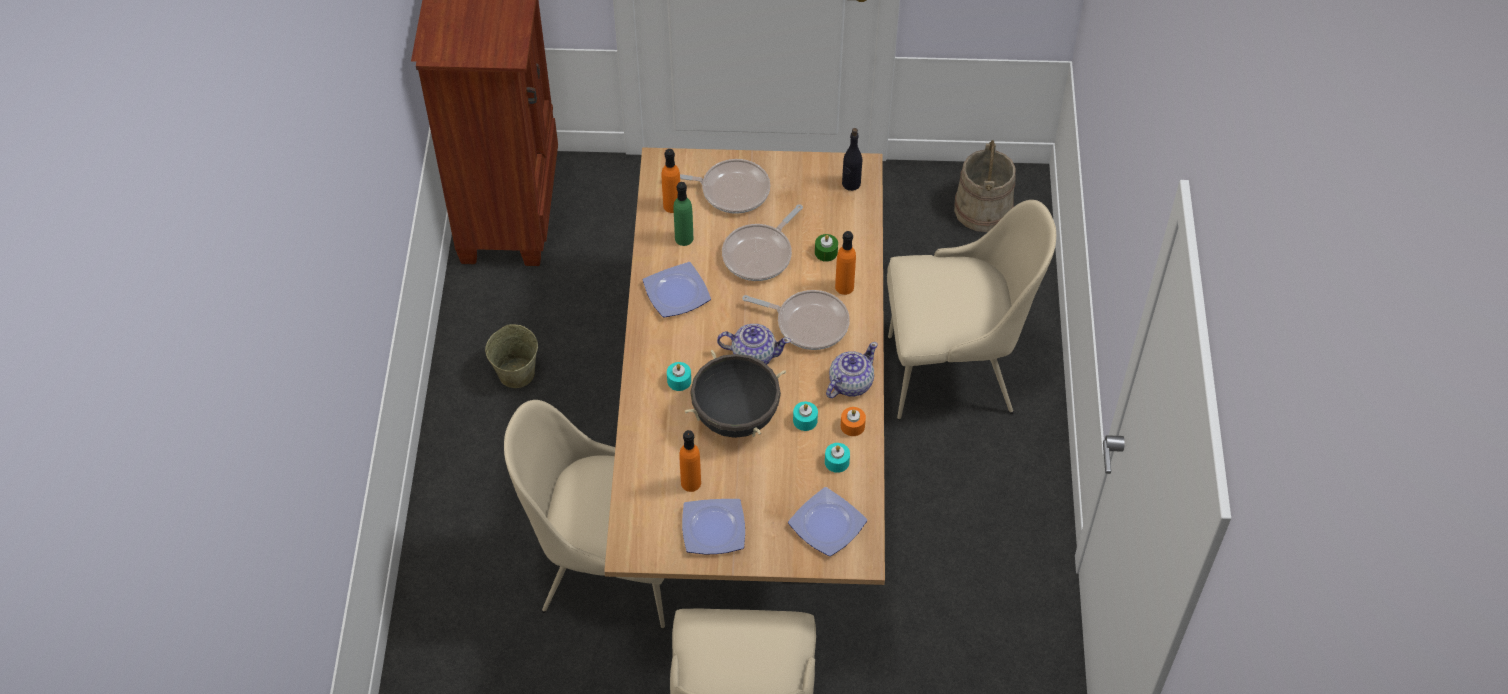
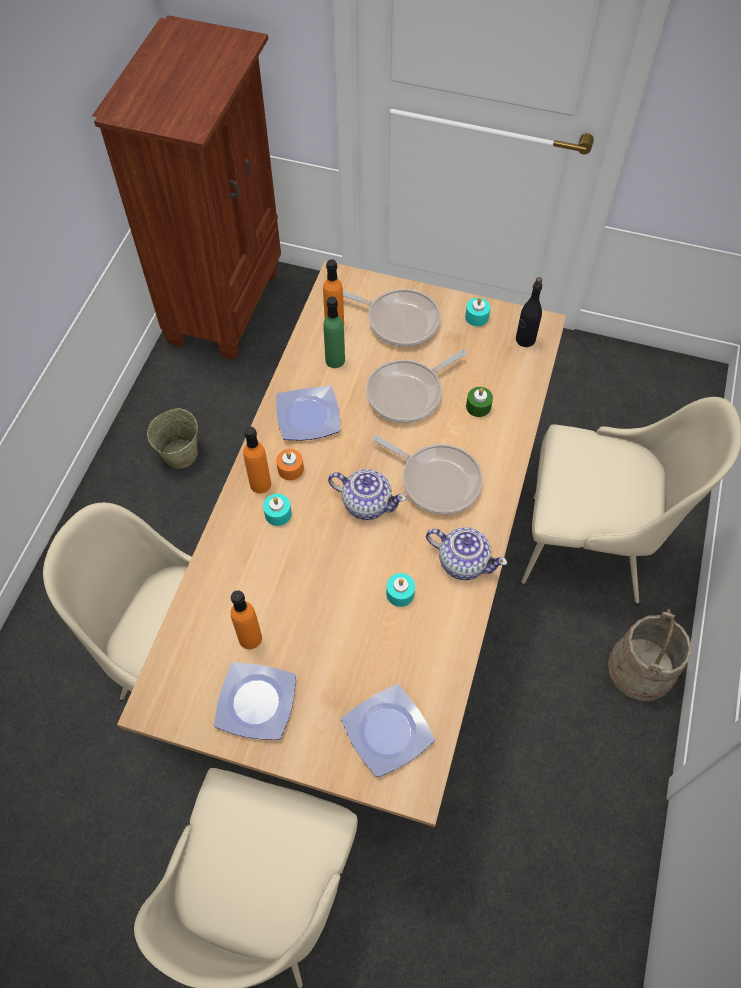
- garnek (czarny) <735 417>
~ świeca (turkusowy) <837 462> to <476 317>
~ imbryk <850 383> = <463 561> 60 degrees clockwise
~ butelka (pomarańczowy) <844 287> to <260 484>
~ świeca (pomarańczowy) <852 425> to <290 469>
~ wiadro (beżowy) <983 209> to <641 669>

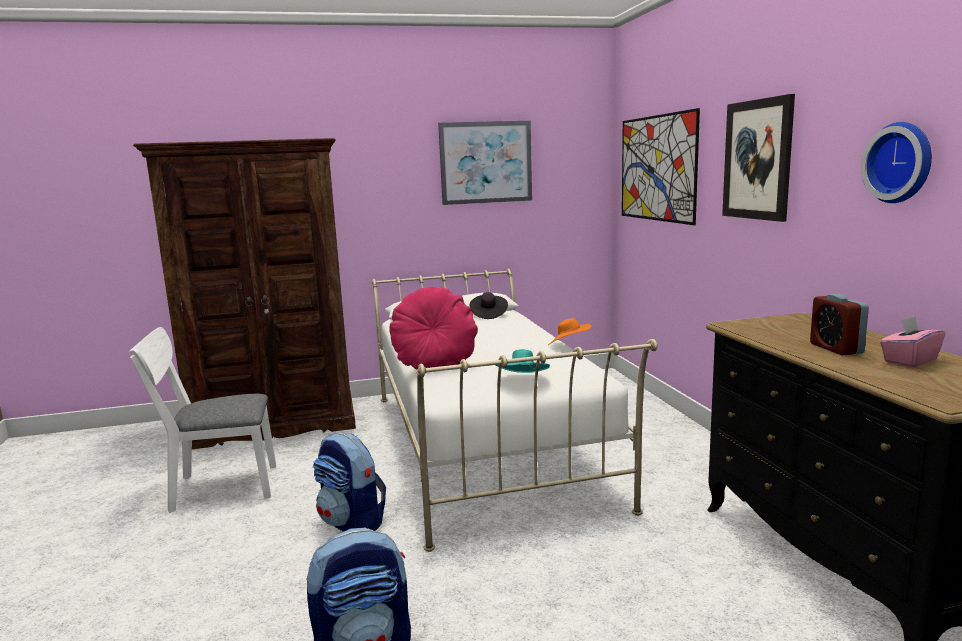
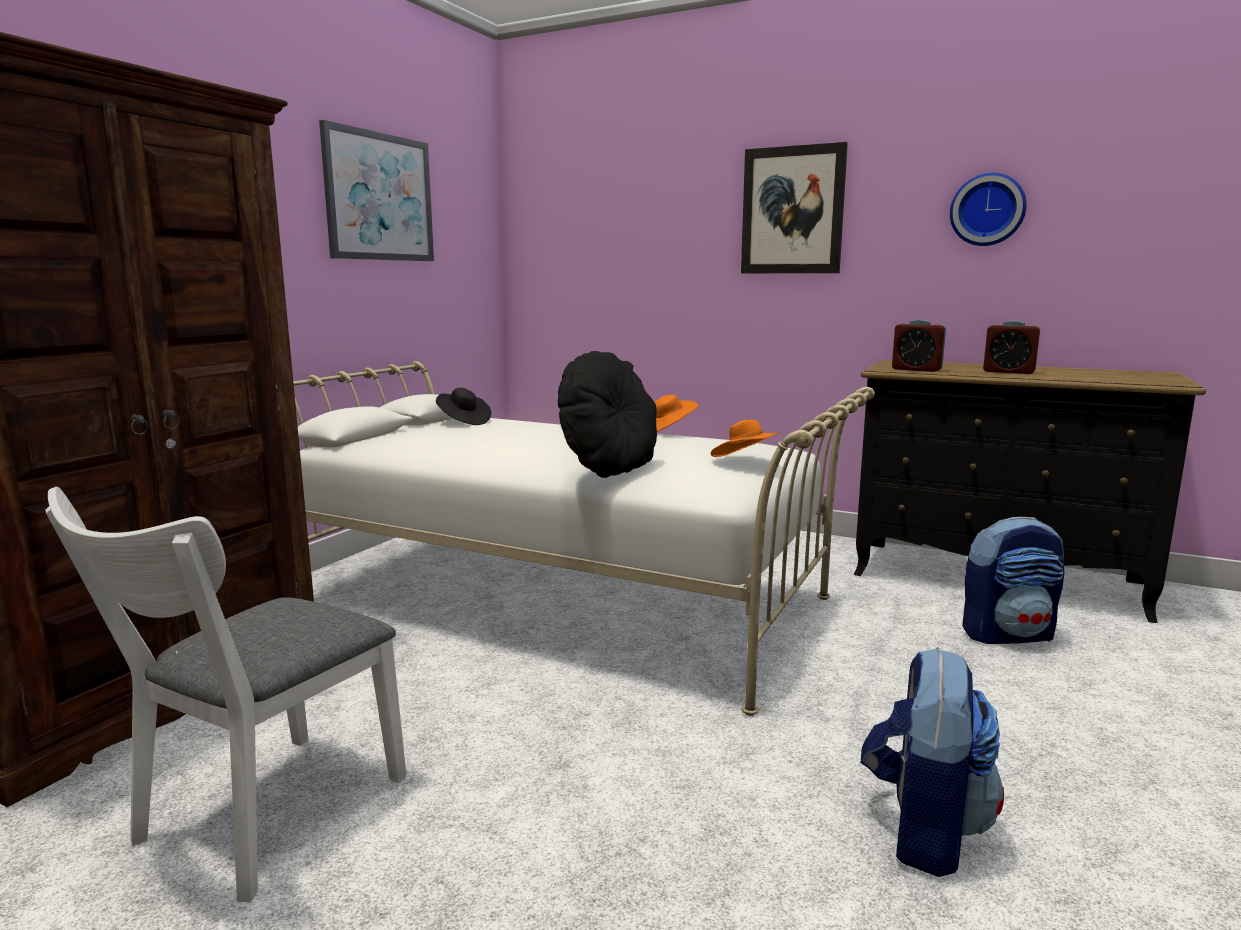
~ plecak <352 524> to <1008 634>
~ poduszka (różowy) <435 366> to poduszka (czarny) <609 471>
~ kapelusz (turkusowy) <522 380> to kapelusz (pomarańczowy) <745 461>
- obraz <656 168>
- pudełko chusteczek (różowy) <909 361>
+ budzik <916 369>

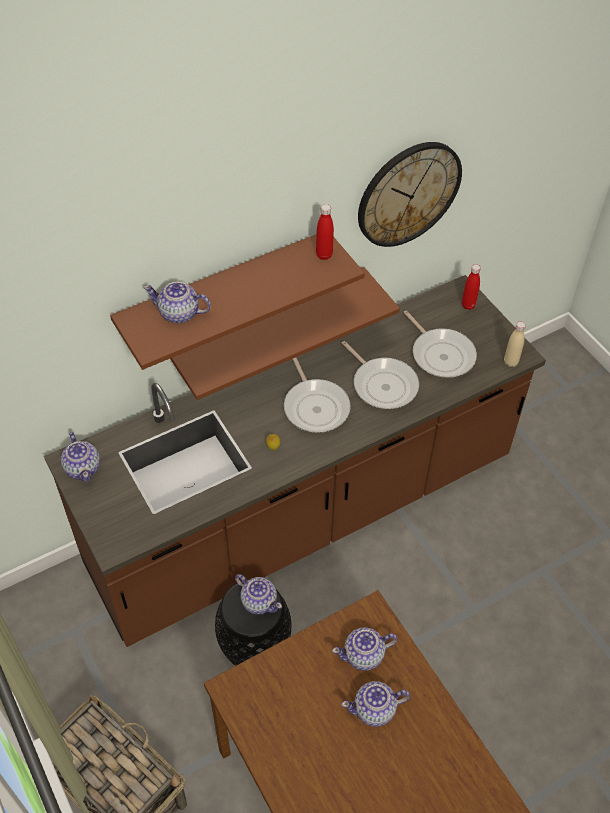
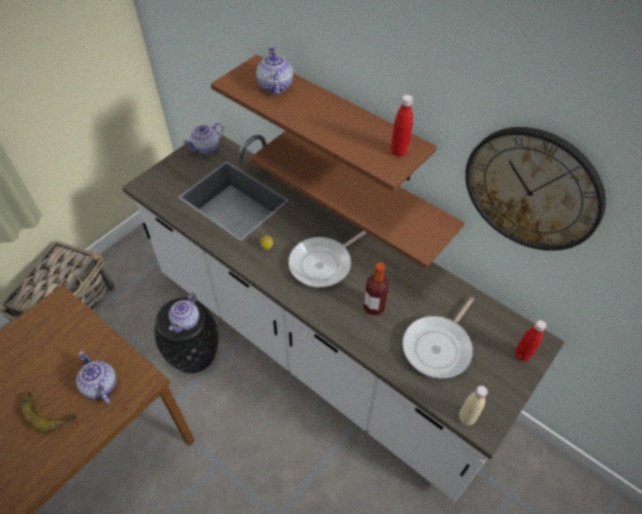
~ zabudowa kuchenna (brązowy) <303 514> to zabudowa kuchenna (biały) <320 348>
~ imbryk <375 710> to banan <49 409>
~ patelnia <382 384> to butelka <374 307>

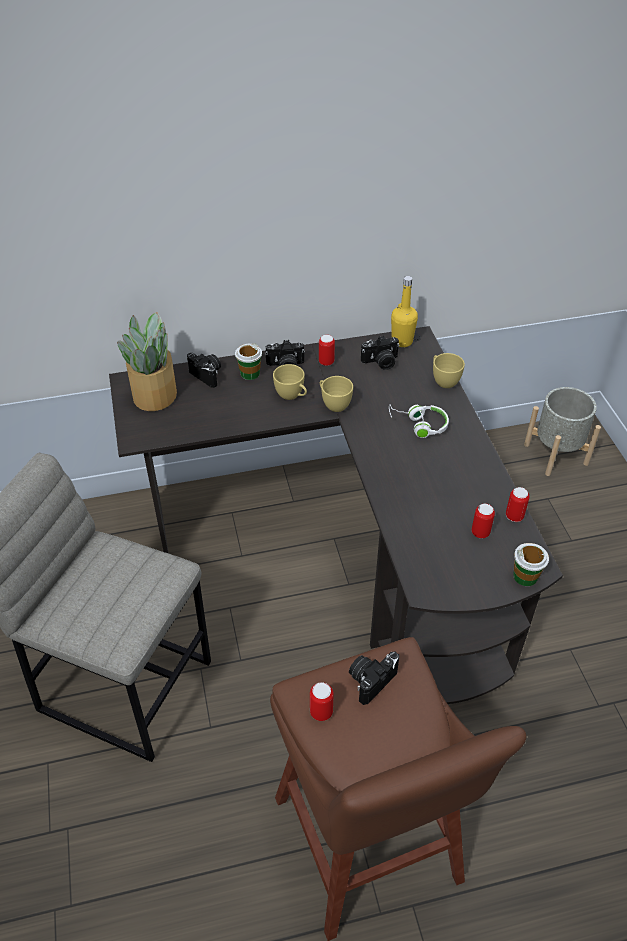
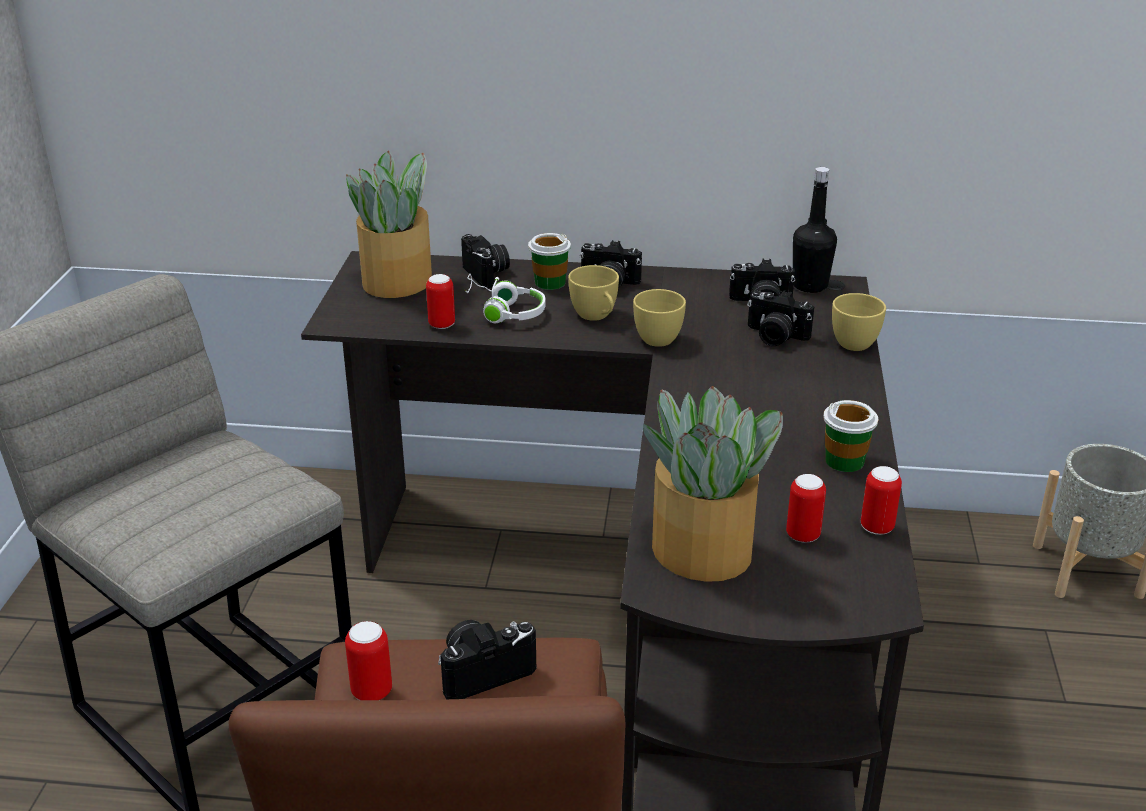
~ puszka <326 362> to <442 325>
~ słuchawki (biały) <419 425> to <504 311>
~ butelka (żółty) <402 341> to butelka (czarny) <810 285>
~ filiżanka <525 576> to <845 461>
+ roślina doniczkowa <703 552>
+ aparat fotograficzny <775 337>

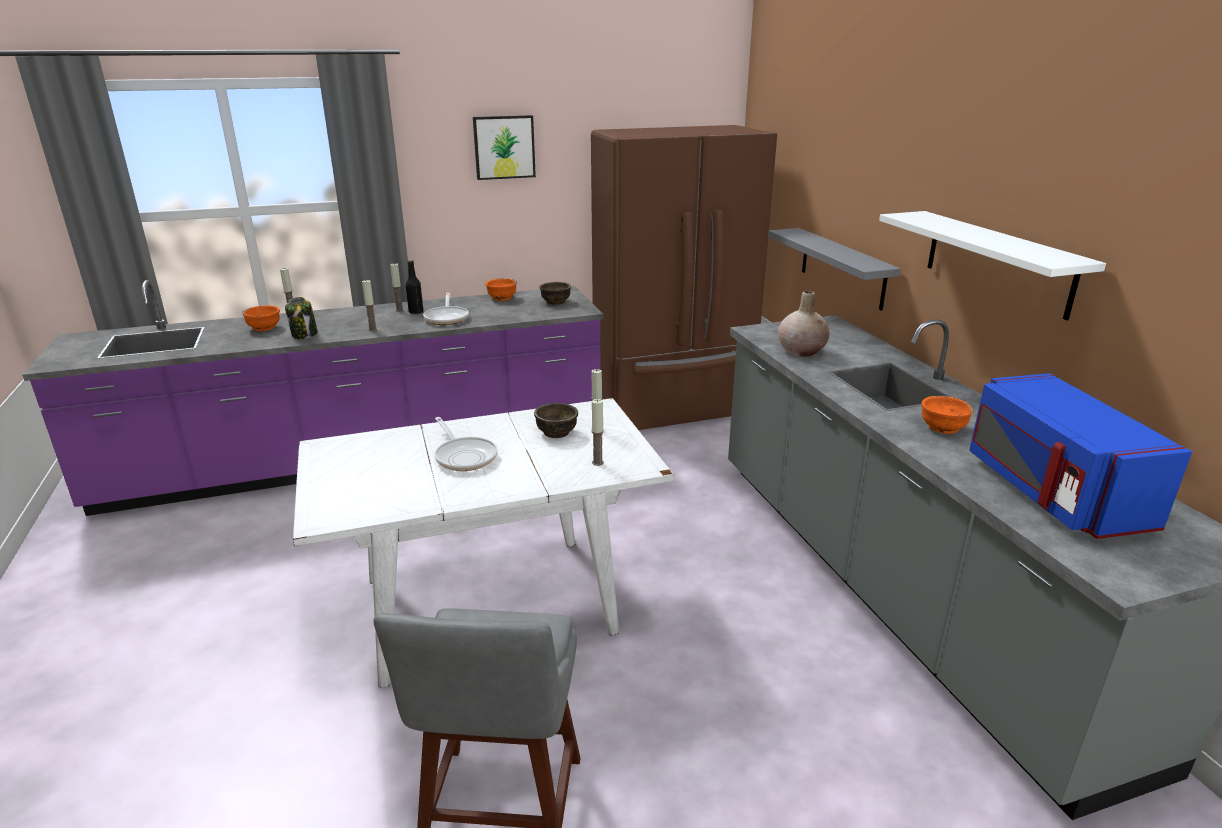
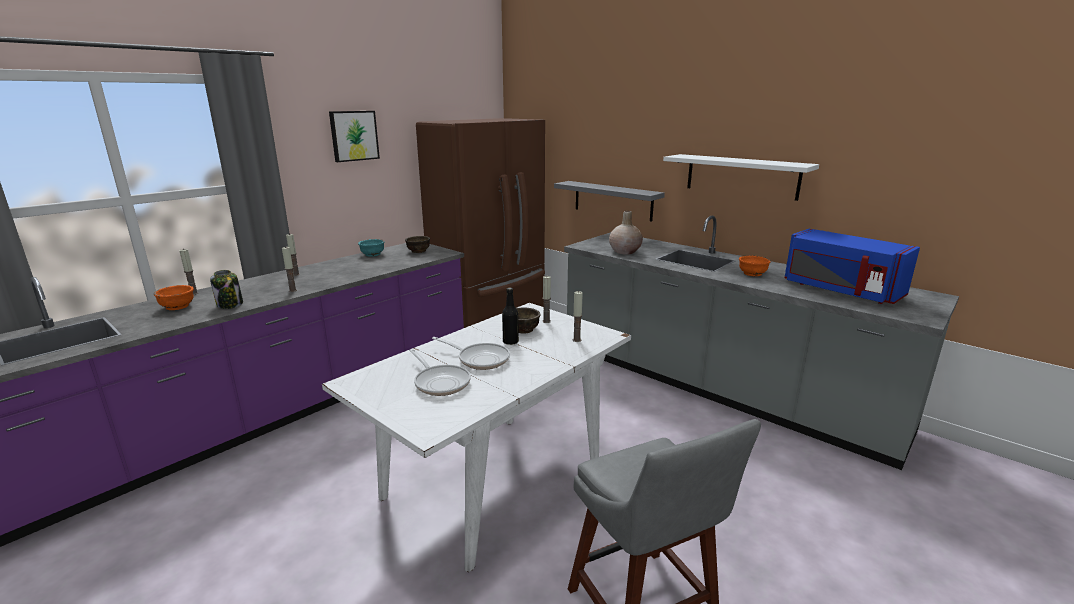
~ butelka (czarny) <416 312> to <510 342>
~ patelnia <447 318> to <440 382>
~ miska (pomarańczowy) <502 298> to miska (turkusowy) <373 254>

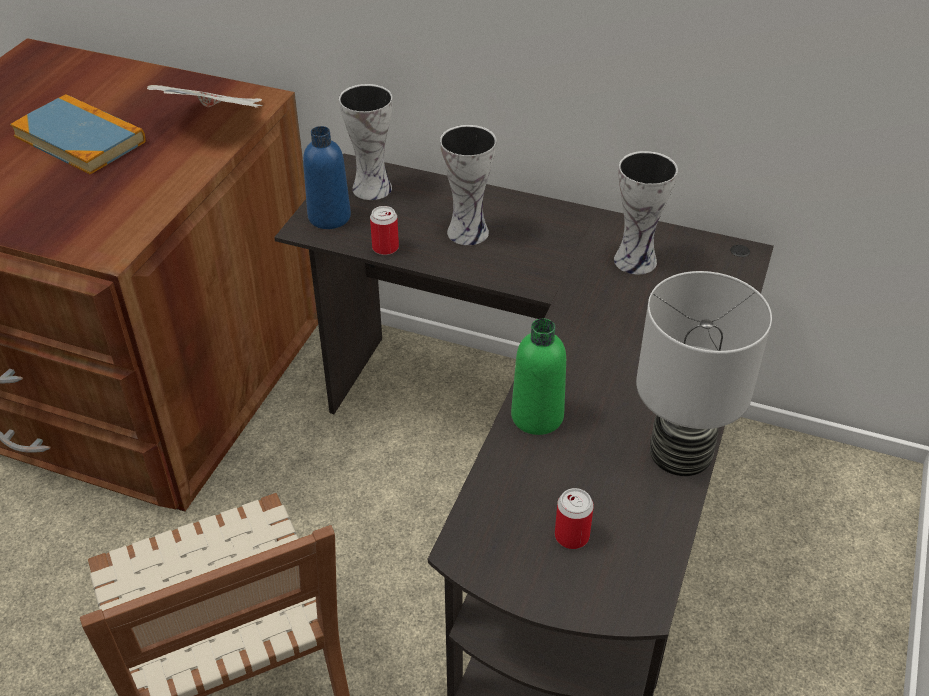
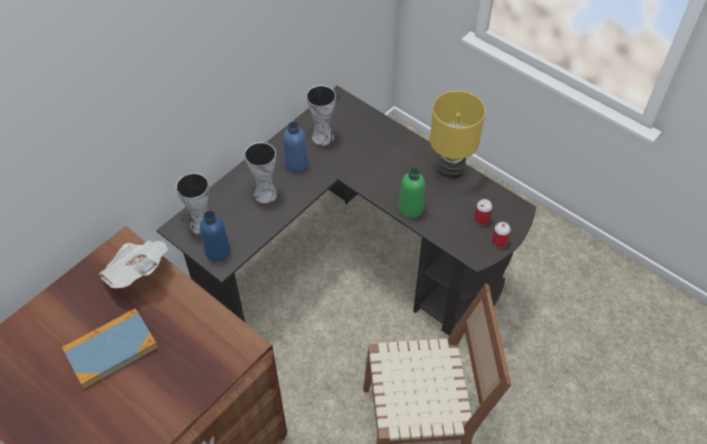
~ puszka <385 248> to <499 242>
~ lampa stołowa (szary) <680 453> to lampa stołowa (żółty) <450 168>
+ butelka (niebieski) <296 164>

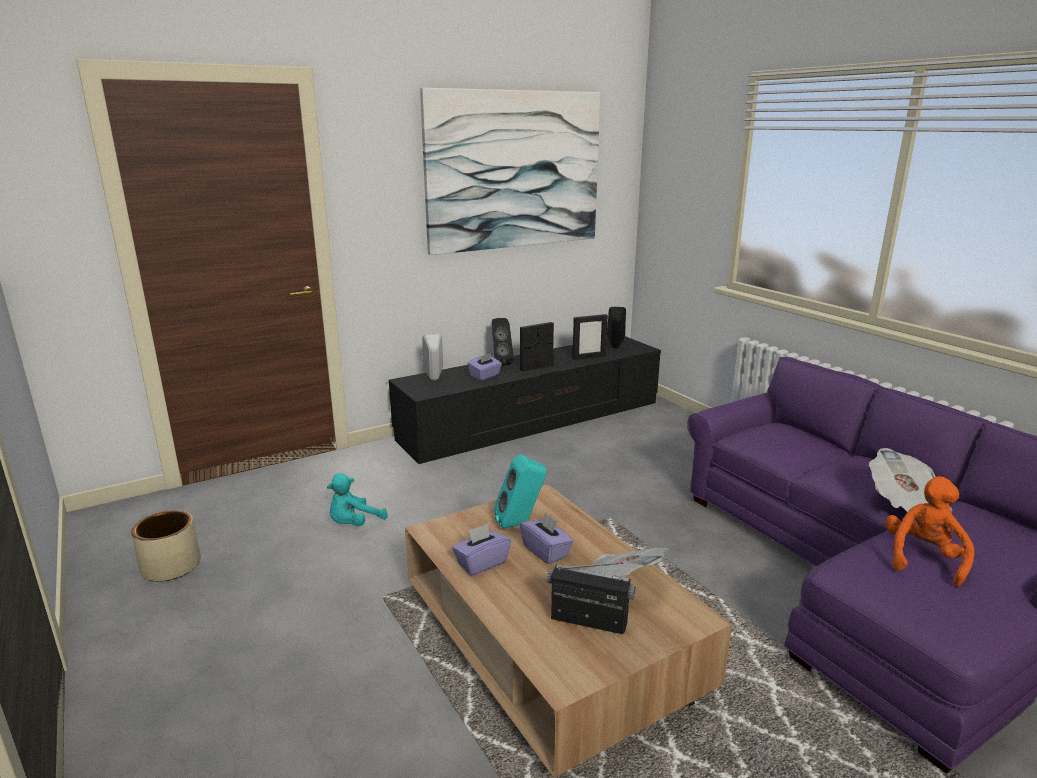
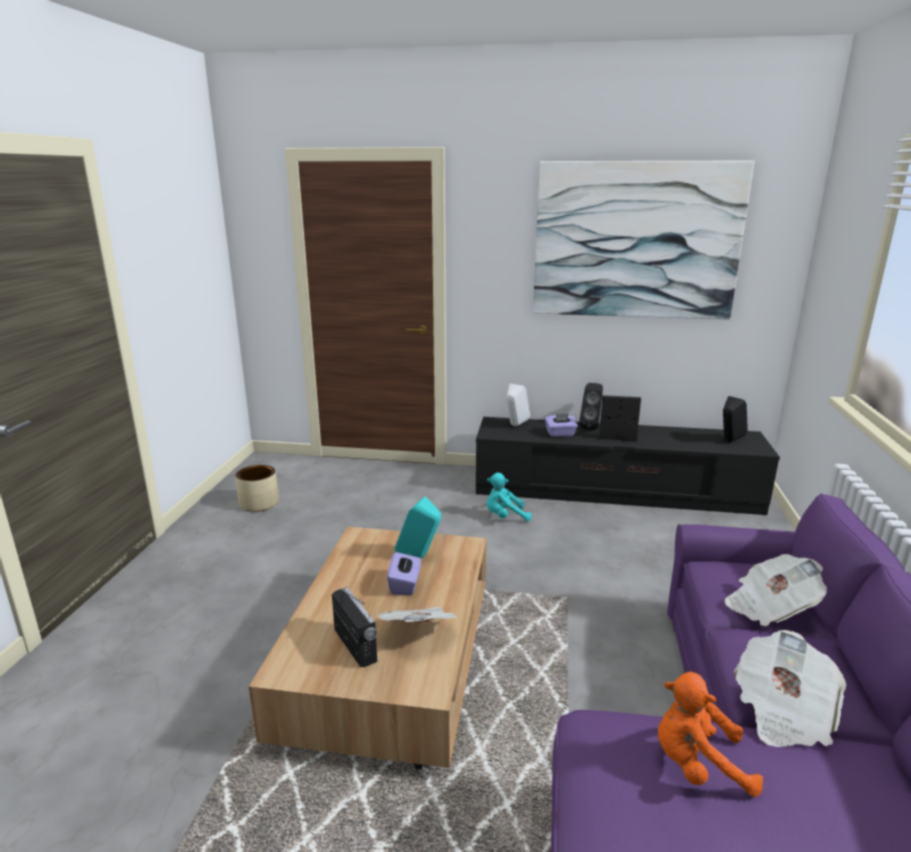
~ pluszak (turkusowy) <354 524> to <505 517>
- pudełko chusteczek (fioletowy) <481 563>
- ramka na zdjęcie <588 357>
~ pluszak (pomarańczowy) <922 558> = <697 764> 150 degrees counterclockwise
+ gazeta <769 607>

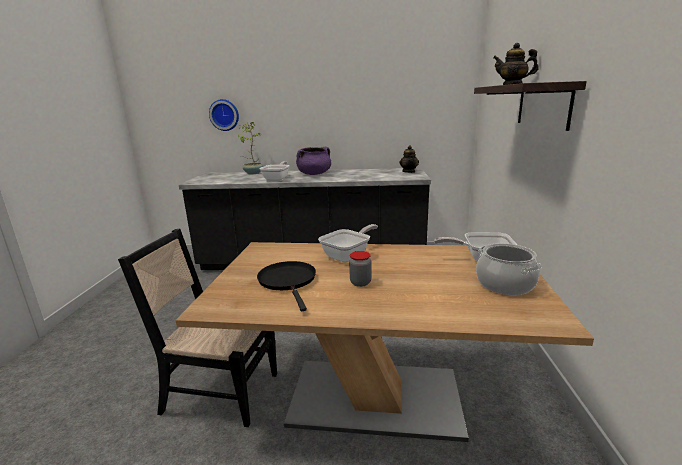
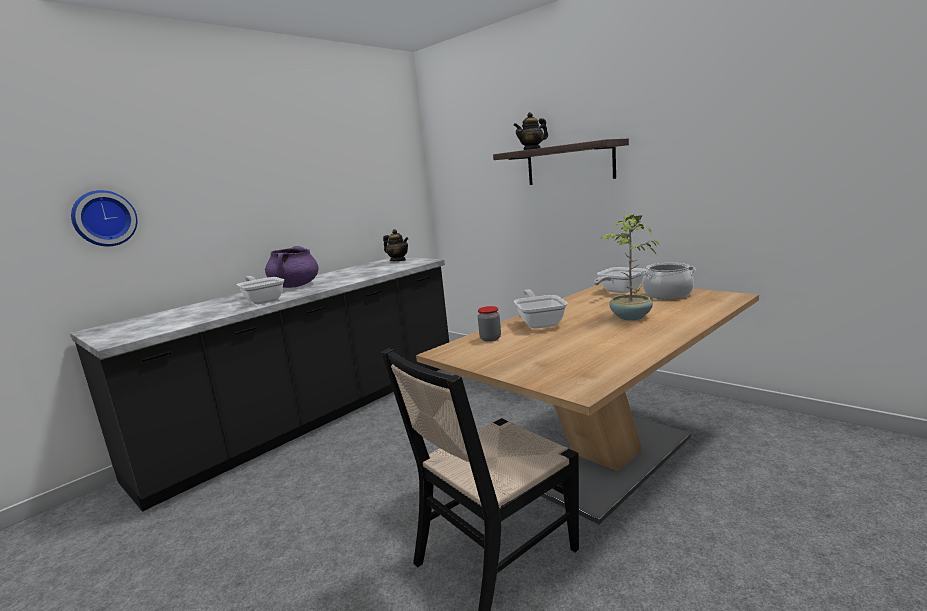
~ roślina doniczkowa <253 173> to <630 317>
- patelnia (czarny) <288 281>
~ słoik <360 283> to <490 338>

